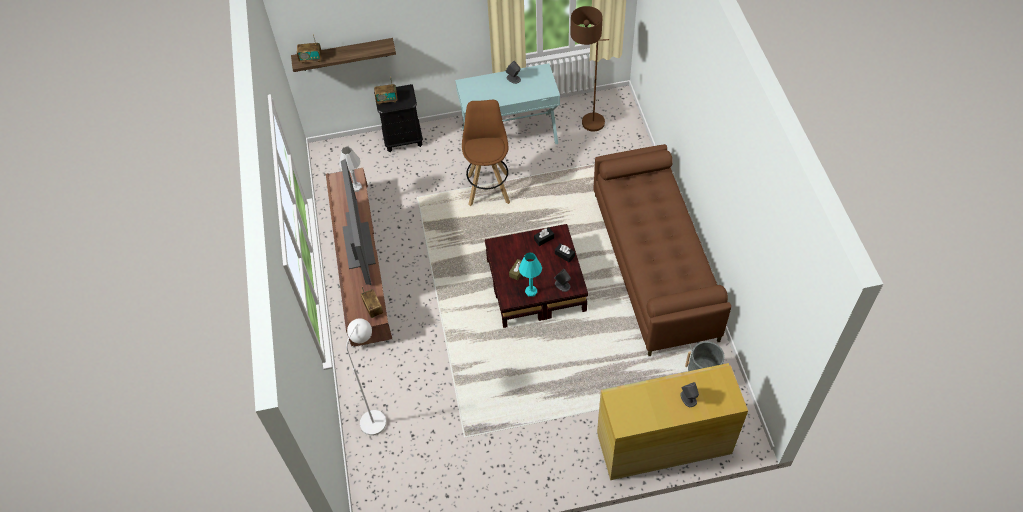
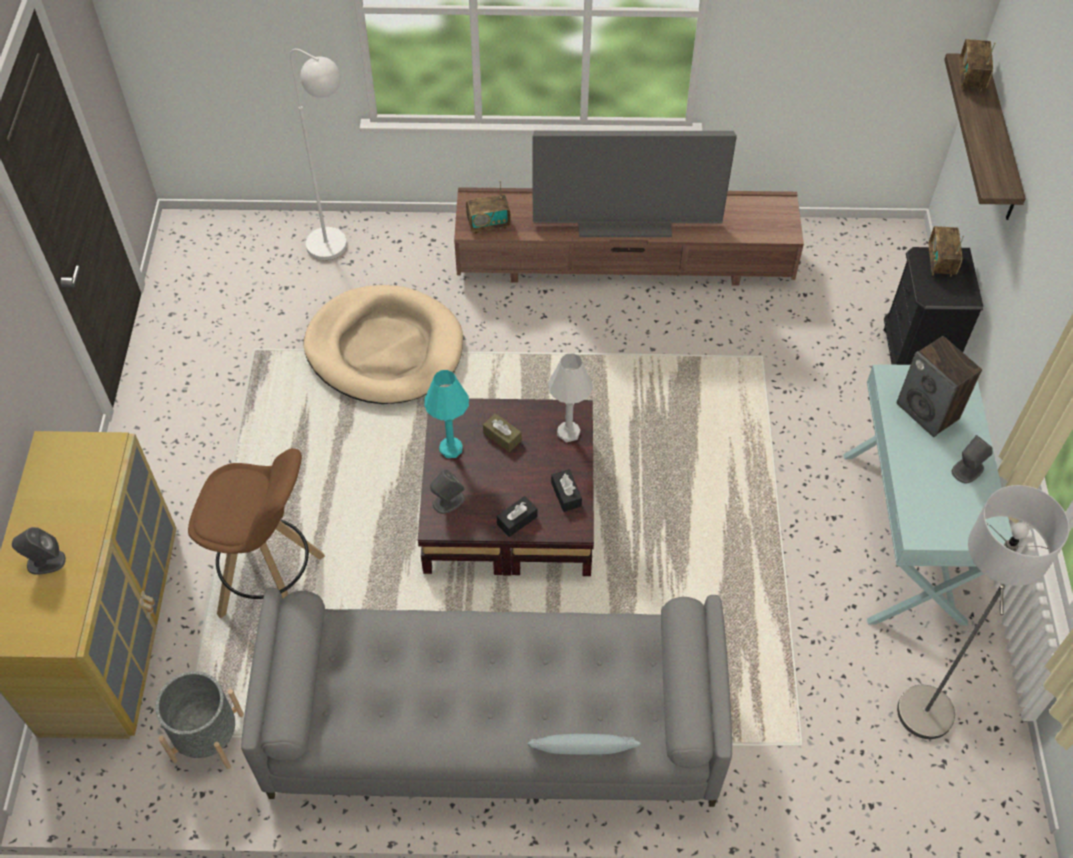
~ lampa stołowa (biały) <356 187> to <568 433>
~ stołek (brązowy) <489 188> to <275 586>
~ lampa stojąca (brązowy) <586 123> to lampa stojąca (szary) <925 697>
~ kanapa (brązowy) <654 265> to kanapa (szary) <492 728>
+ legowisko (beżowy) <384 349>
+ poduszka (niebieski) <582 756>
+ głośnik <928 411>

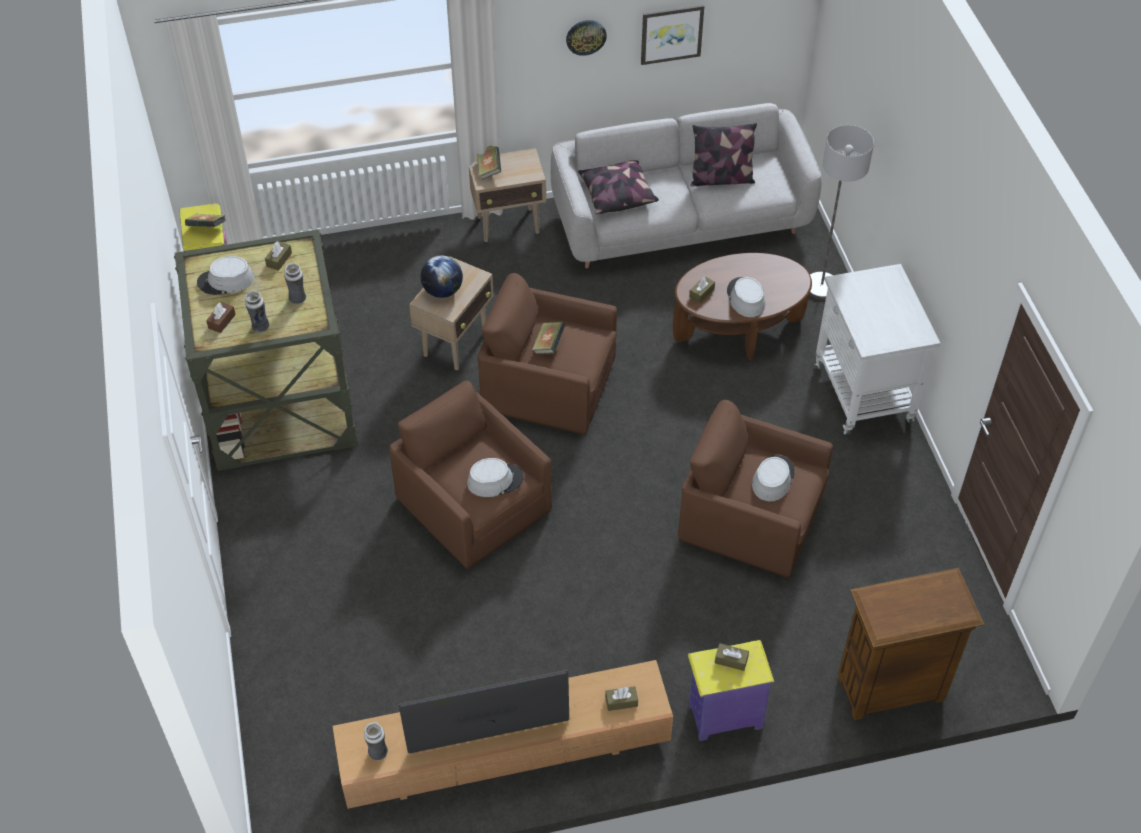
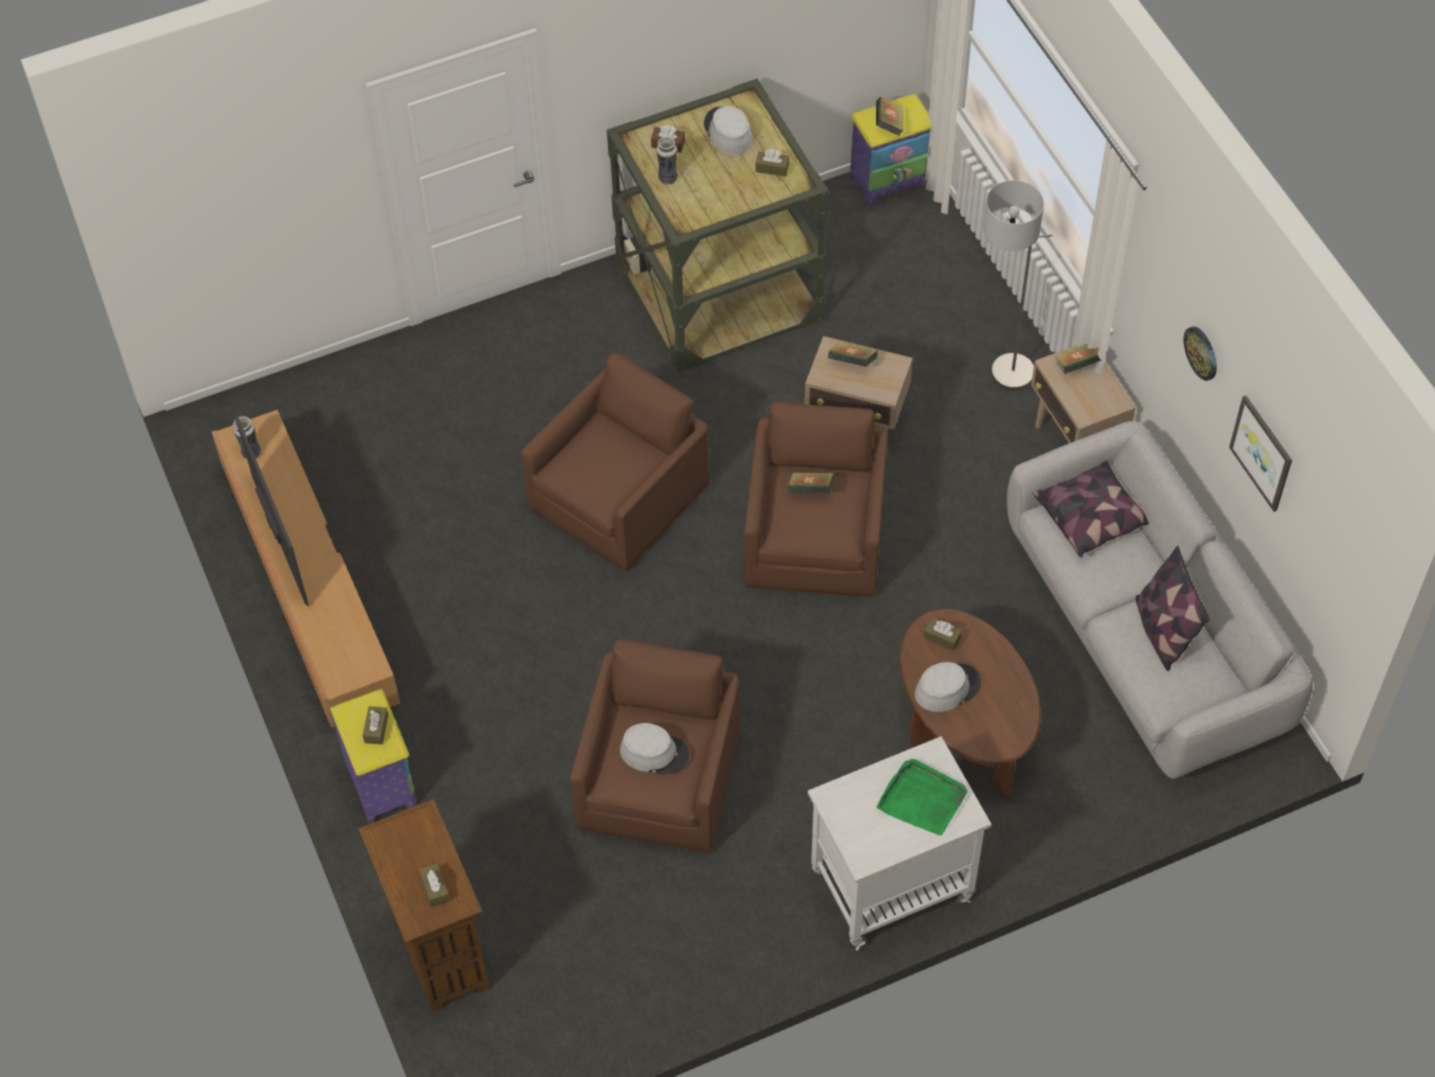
- wazon <298 299>
~ globus <442 291> to książka <852 363>
- kapelusz (szary) <495 480>
~ pudełko chusteczek (brązowy) <621 701> to <435 888>
~ lampa stojąca (szary) <821 295> to <999 375>
+ taca (zielony) <922 799>

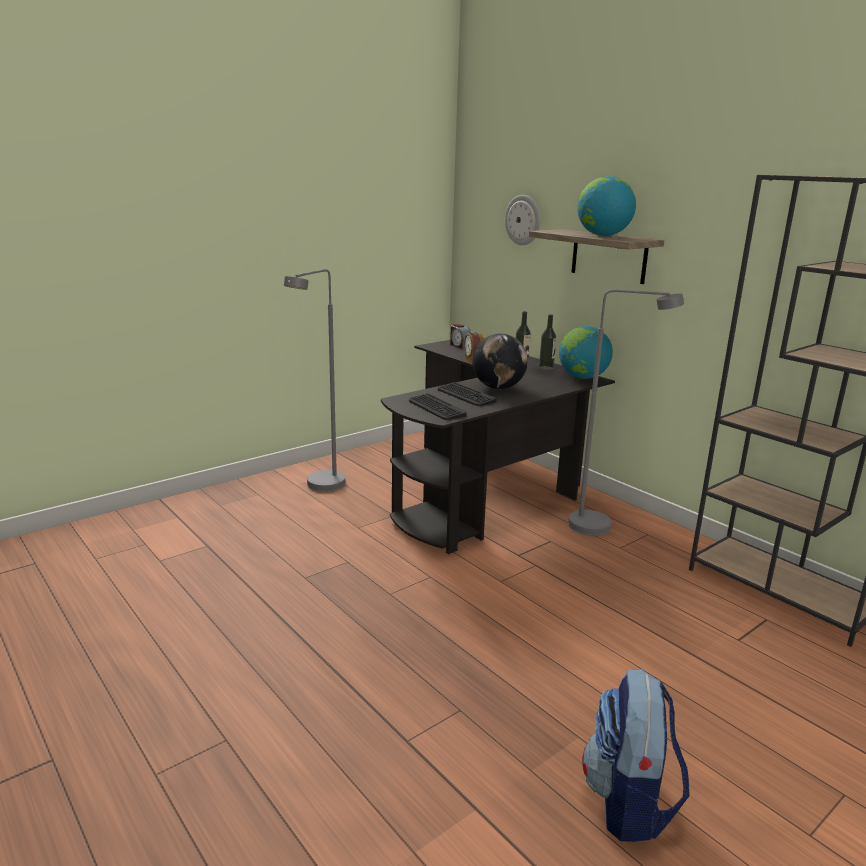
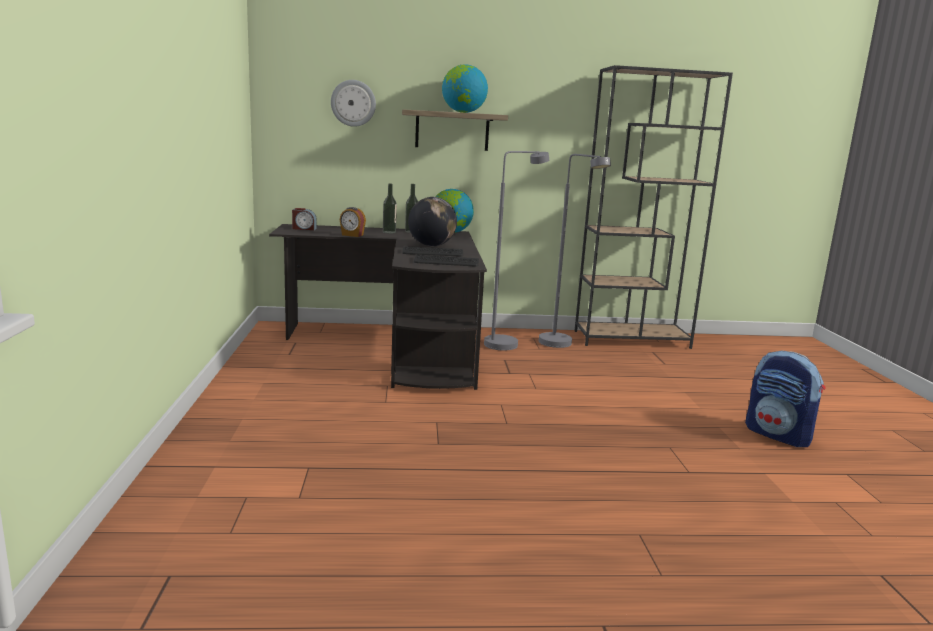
~ lampa stojąca (szary) <321 488> to <562 345>

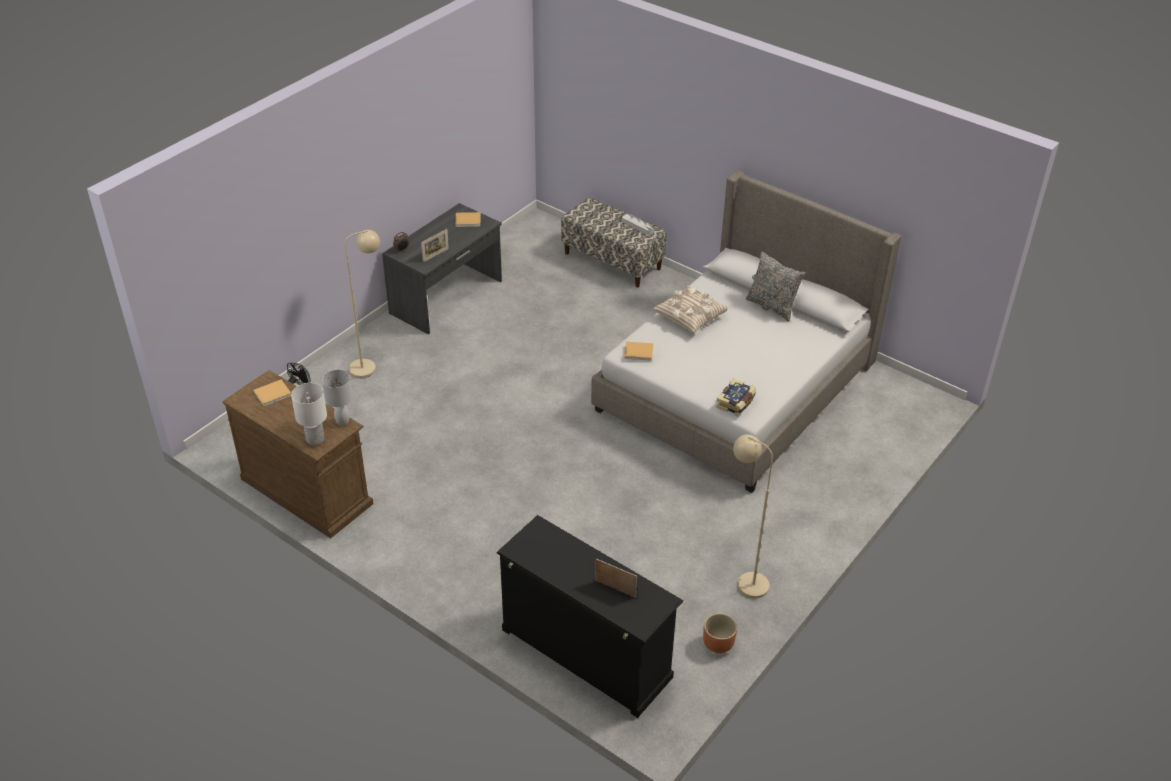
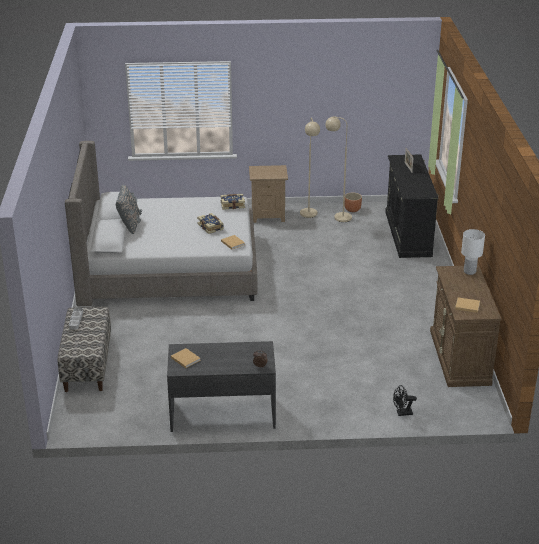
- lampa stołowa (biały) <342 422>
~ lampa stojąca (beżowy) <370 367> to <337 217>
- ramka na zdjęcie <435 255>
- poduszka (beżowy) <689 318>
+ książka <211 227>
+ szafka nocna (beżowy) <268 216>

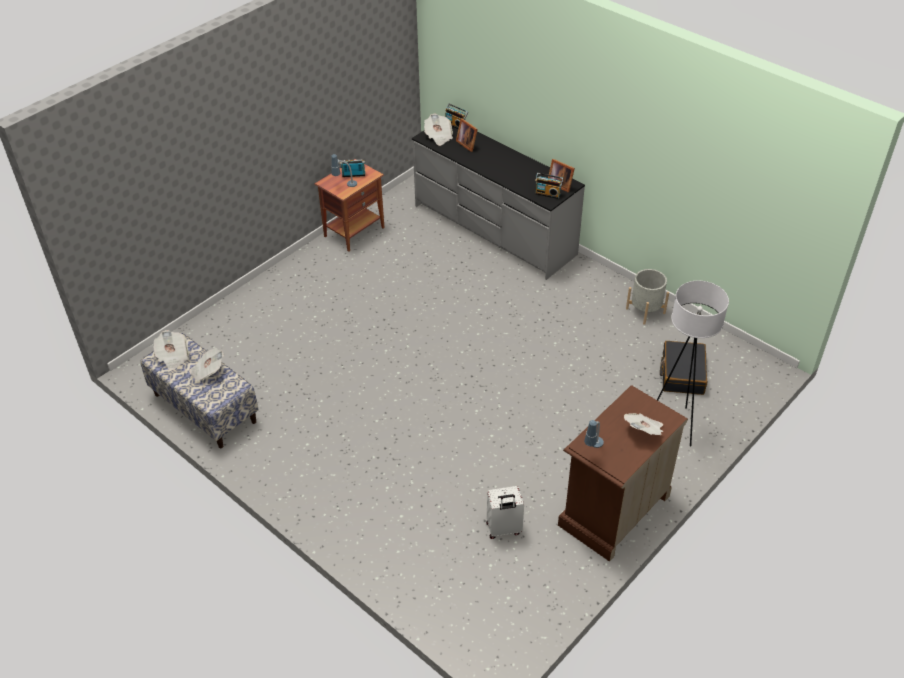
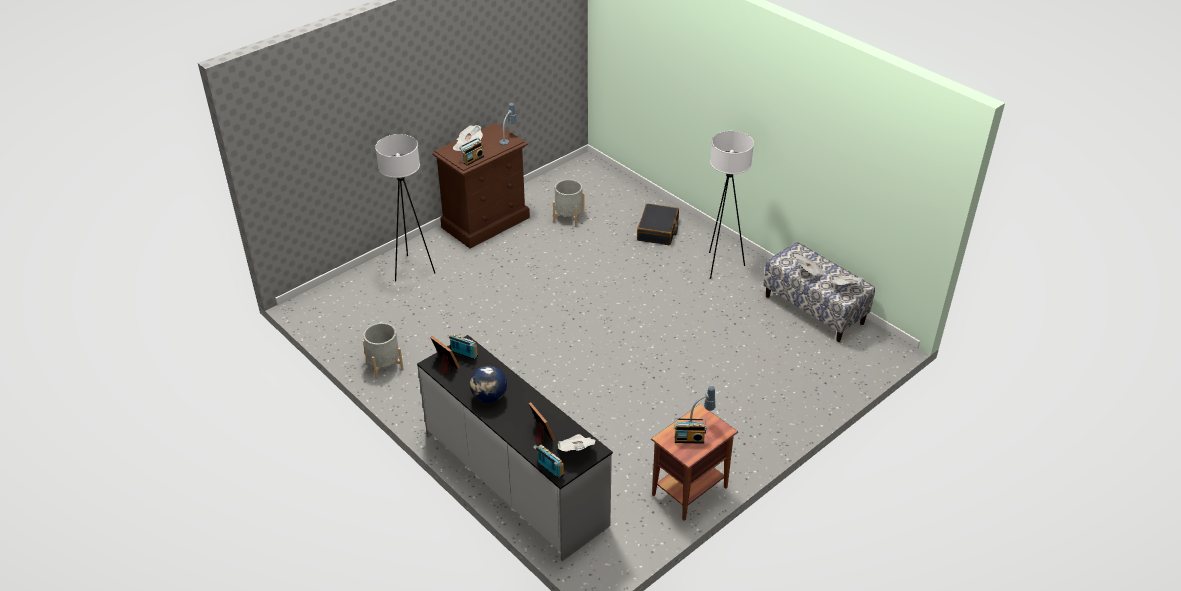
~ walizka (biały) <503 529> to donica (szary) <569 218>
~ walizka (czarny) <682 374> to <658 231>
+ radio <472 159>
+ globus <489 397>
+ lampa stojąca (biały) <721 265>

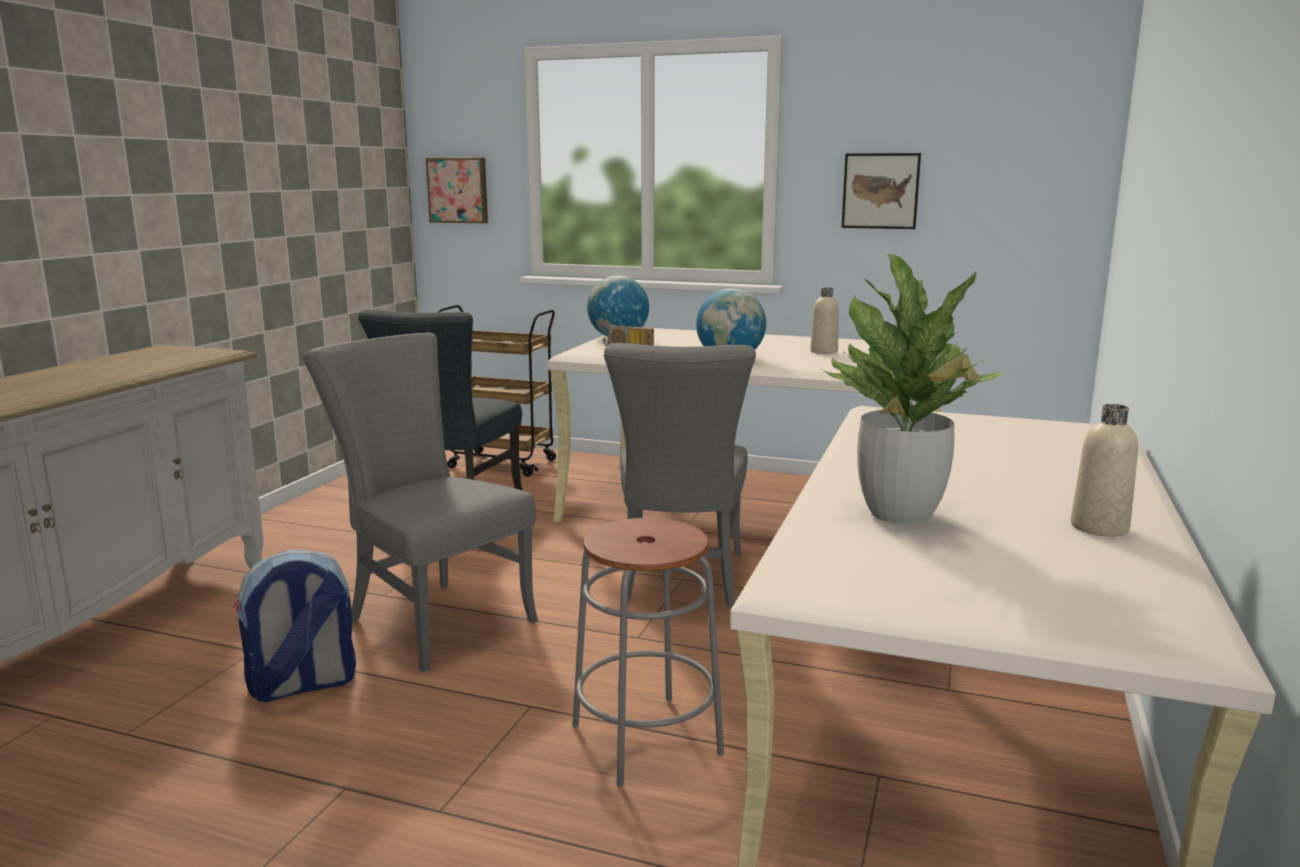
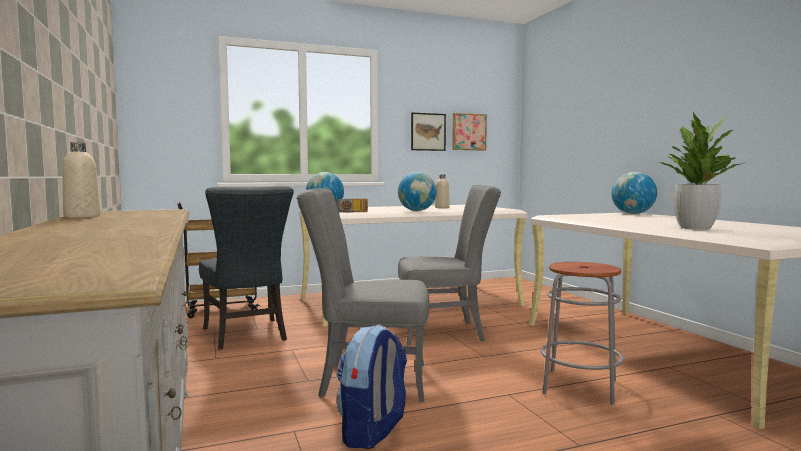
~ obraz <458 190> to <468 132>
~ krzesło (szary) <680 581> = <446 332> 60 degrees counterclockwise
~ butelka (beżowy) <1099 527> to <82 216>
+ globus <632 214>

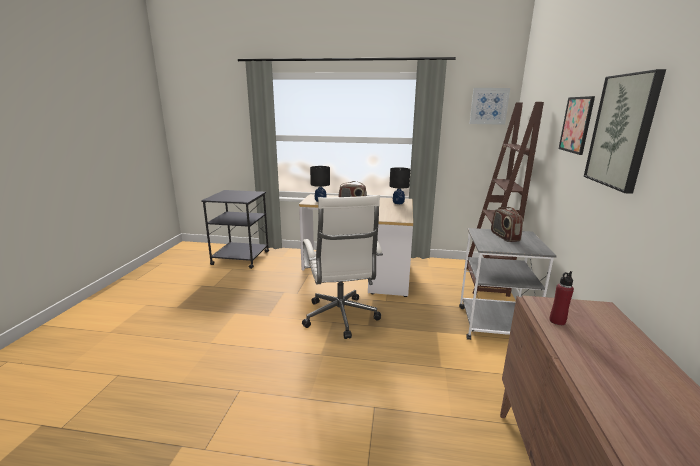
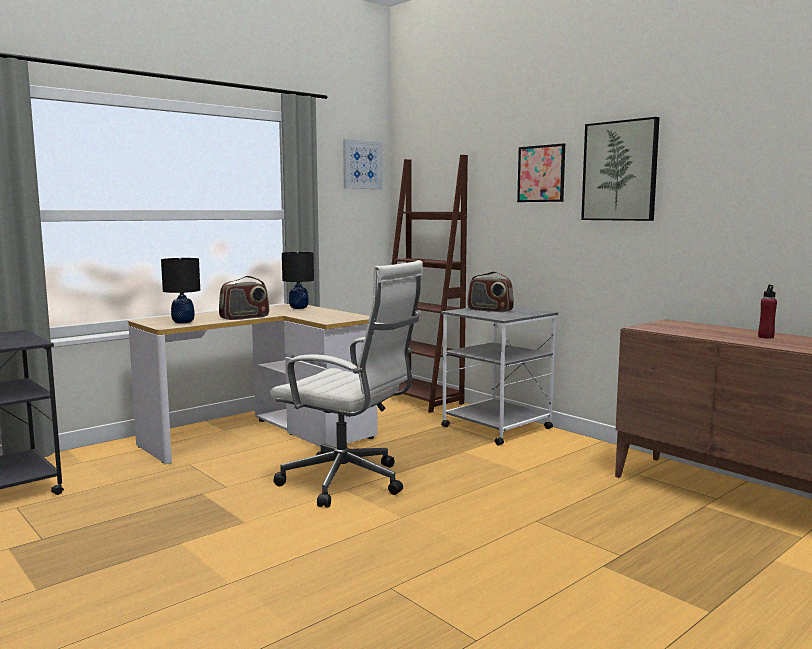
~ butelka (czerwony) <557 321> to <766 337>

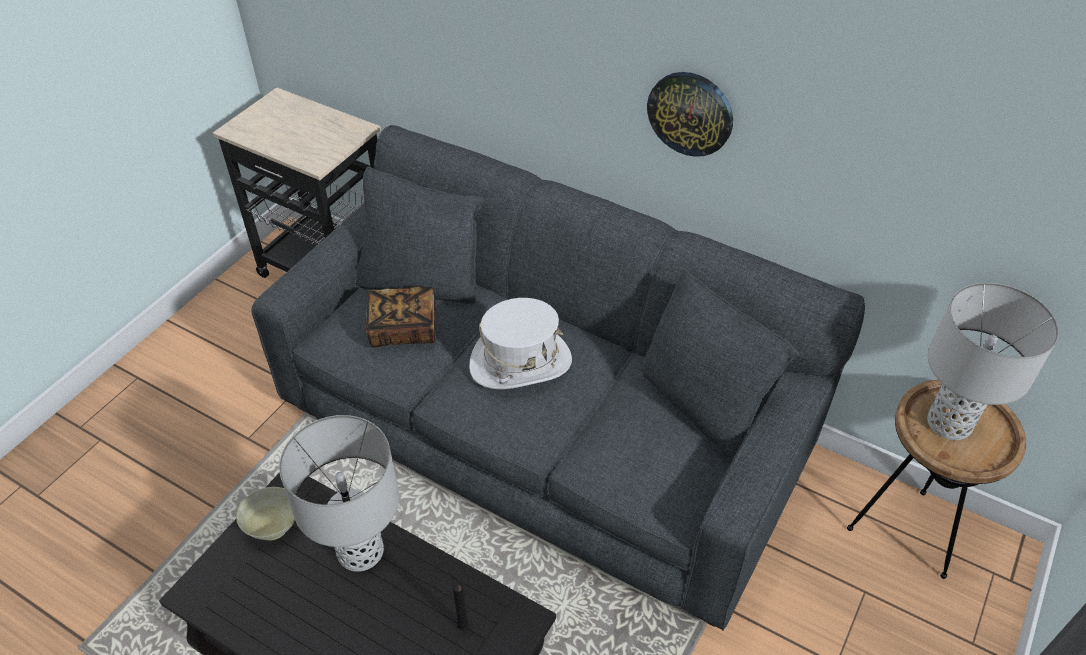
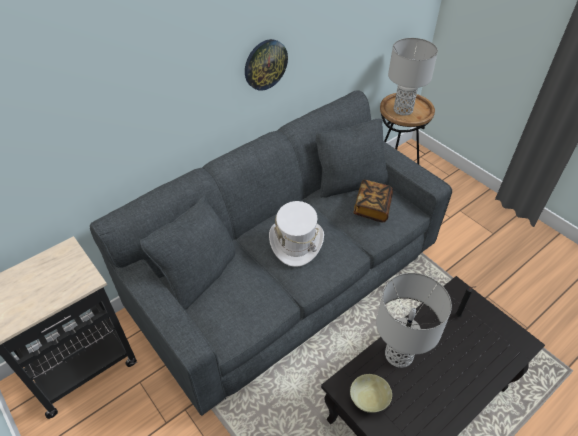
~ książka <403 329> to <372 208>

